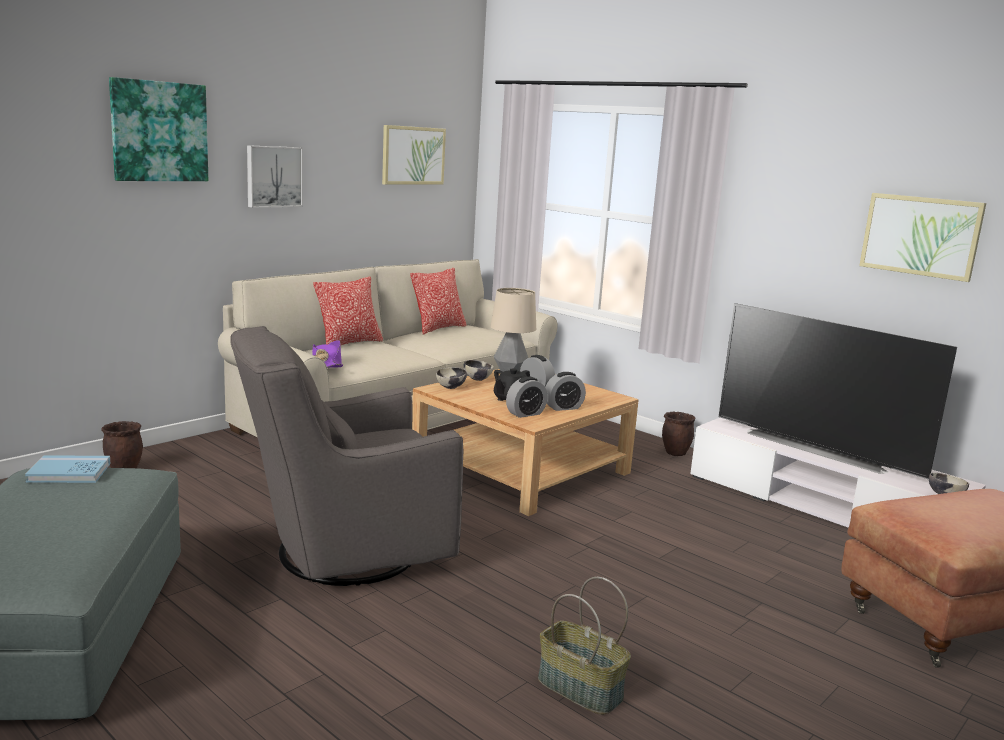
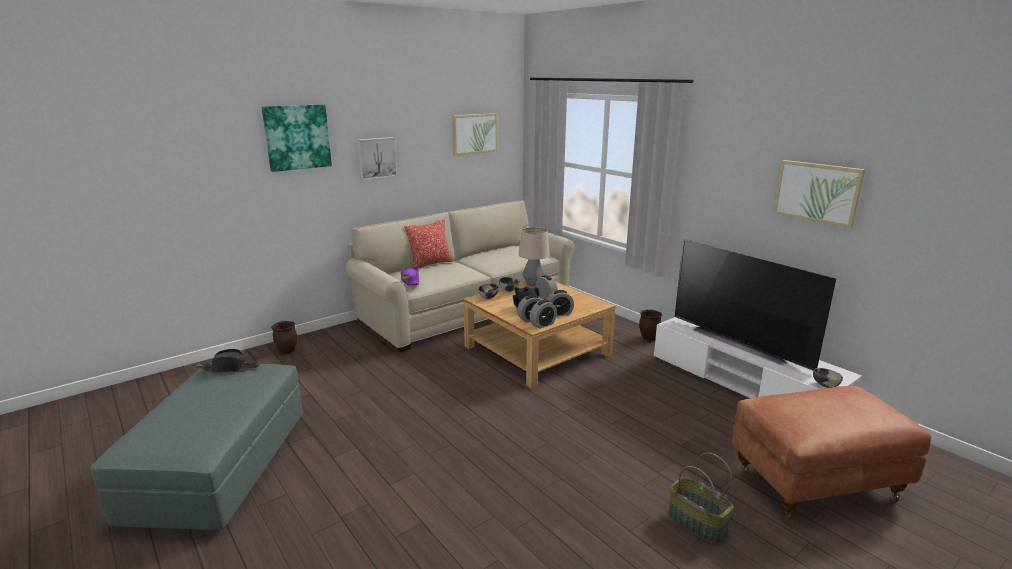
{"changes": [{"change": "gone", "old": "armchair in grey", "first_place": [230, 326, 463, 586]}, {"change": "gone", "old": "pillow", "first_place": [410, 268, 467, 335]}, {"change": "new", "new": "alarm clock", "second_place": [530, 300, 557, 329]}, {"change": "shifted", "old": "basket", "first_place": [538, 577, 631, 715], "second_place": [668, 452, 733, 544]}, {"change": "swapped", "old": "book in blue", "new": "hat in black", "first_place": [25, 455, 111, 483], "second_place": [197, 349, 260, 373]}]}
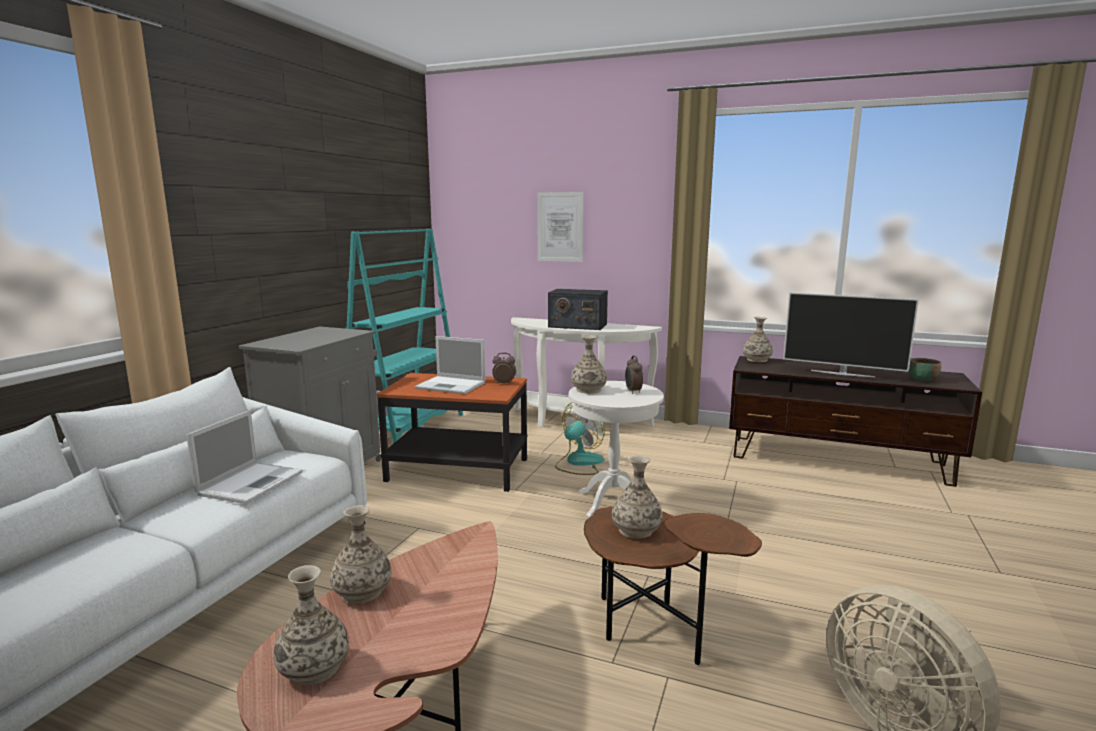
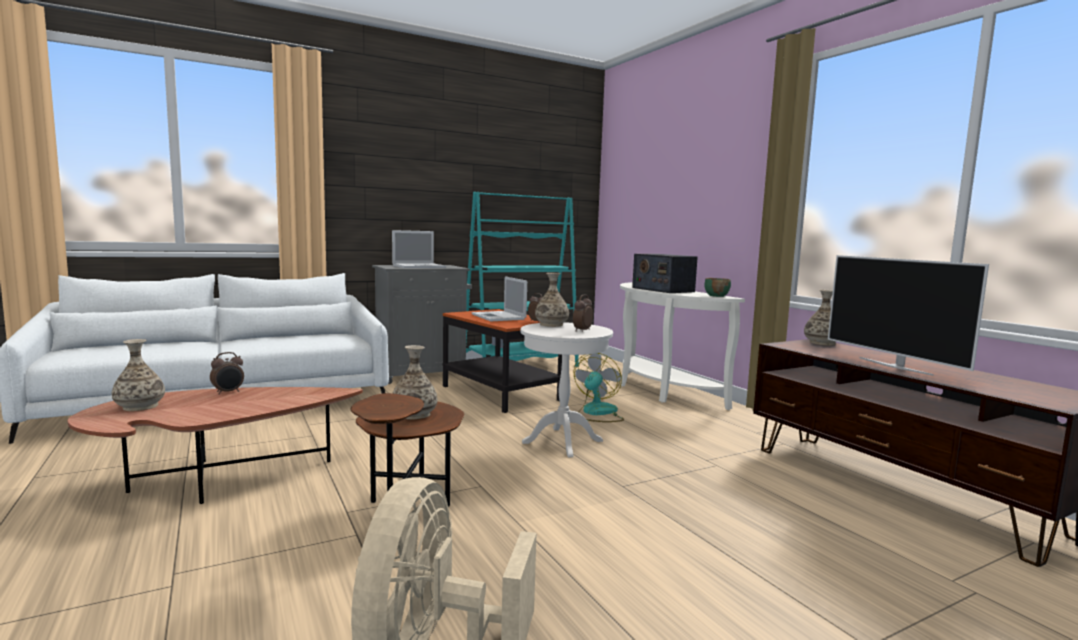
{"changes": [{"change": "gone", "old": "picture", "first_place": [537, 192, 584, 262]}, {"change": "shifted", "old": "laptop", "first_place": [186, 410, 303, 504], "second_place": [392, 230, 446, 268]}, {"change": "shifted", "old": "bowl in green", "first_place": [909, 358, 941, 382], "second_place": [704, 278, 731, 297]}, {"change": "swapped", "old": "vase", "new": "alarm clock", "first_place": [330, 505, 391, 604], "second_place": [210, 352, 244, 395]}, {"change": "rotated", "old": "fan", "first_place": [555, 402, 605, 475], "second_place": [573, 353, 624, 422], "degrees": -60}]}
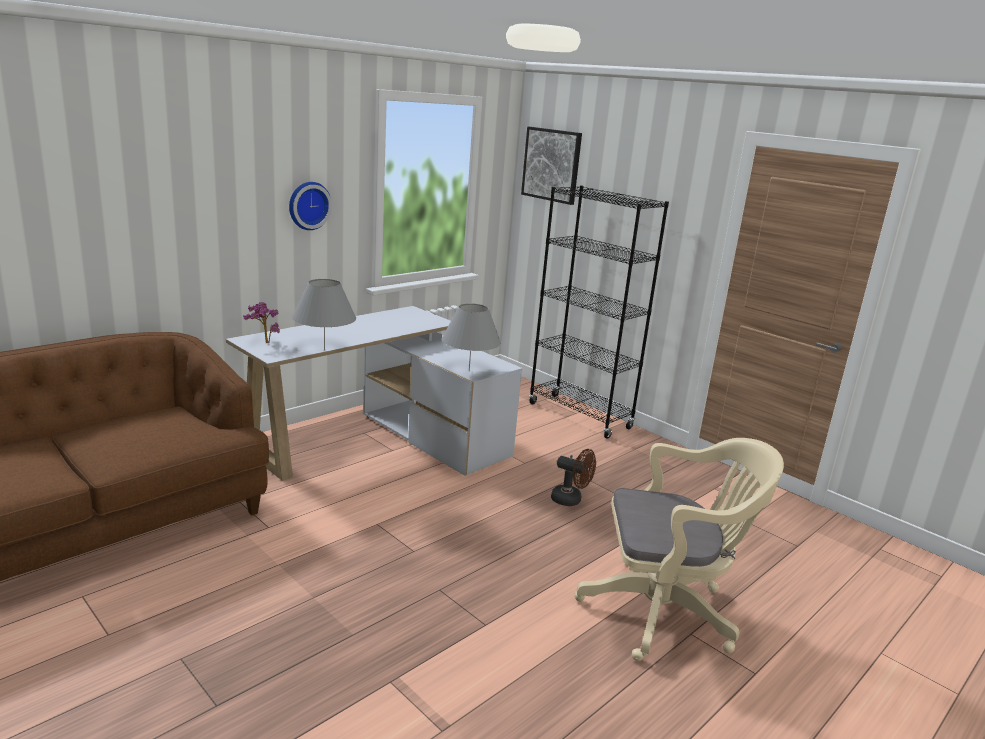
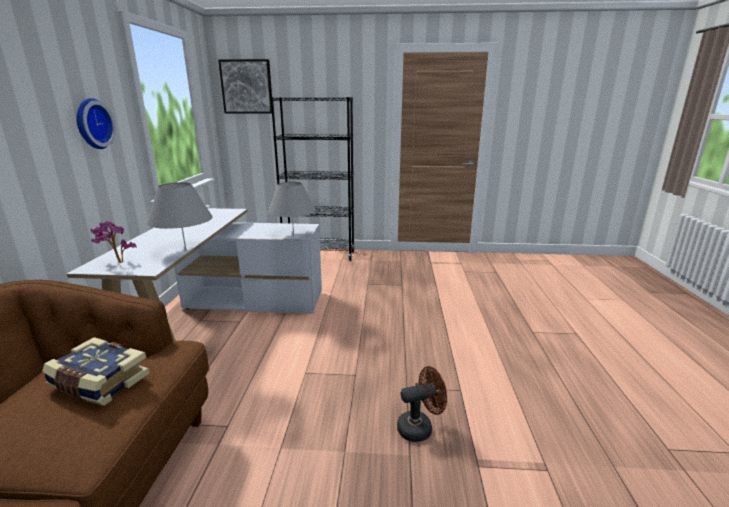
{"changes": [{"change": "gone", "old": "office chair in beige", "first_place": [574, 438, 784, 661]}, {"change": "new", "new": "book", "second_place": [42, 337, 150, 406]}, {"change": "shifted", "old": "fan in brown", "first_place": [551, 449, 596, 506], "second_place": [397, 366, 447, 442]}]}
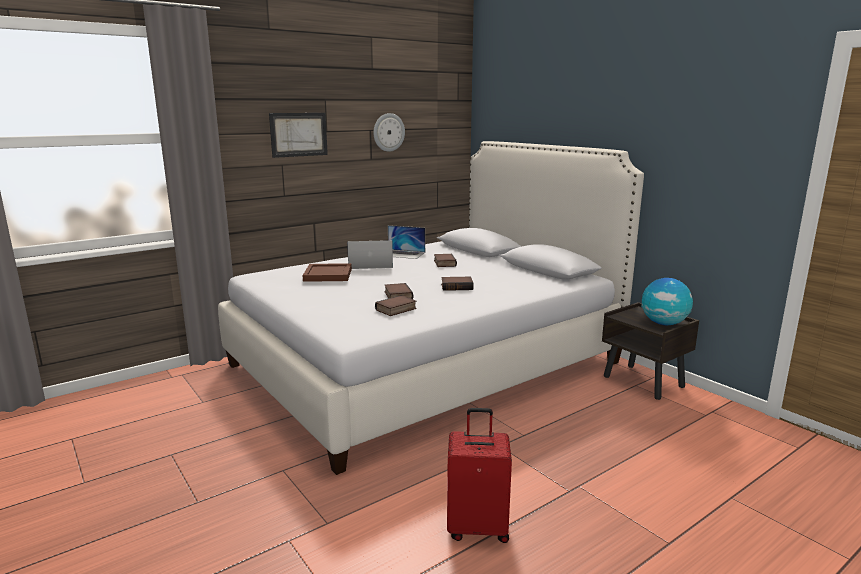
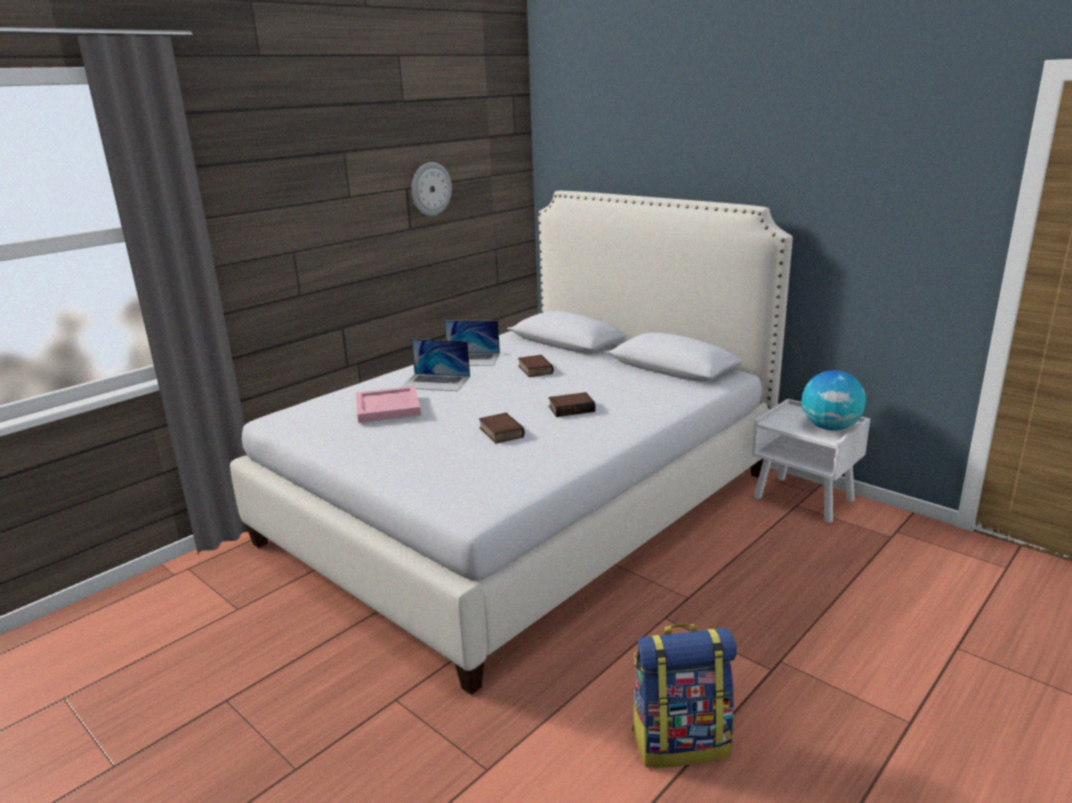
{"changes": [{"change": "gone", "old": "picture", "first_place": [269, 113, 328, 158]}, {"change": "gone", "old": "book", "first_place": [375, 295, 417, 316]}, {"change": "swapped", "old": "suitcase in red", "new": "backpack", "first_place": [447, 408, 512, 543], "second_place": [632, 624, 737, 768]}, {"change": "repainted", "old": "tray in brown", "new": "tray in pink", "first_place": [303, 263, 352, 282], "second_place": [356, 386, 421, 423]}, {"change": "repainted", "old": "nightstand in brown", "new": "nightstand in white", "first_place": [602, 302, 699, 400], "second_place": [752, 399, 870, 523]}, {"change": "rotated", "old": "laptop", "first_place": [347, 240, 393, 269], "second_place": [401, 339, 470, 391], "degrees": -150}]}
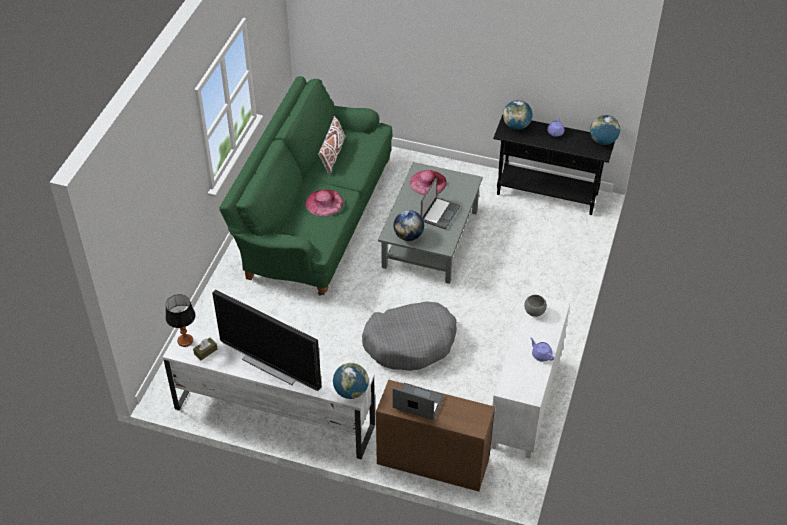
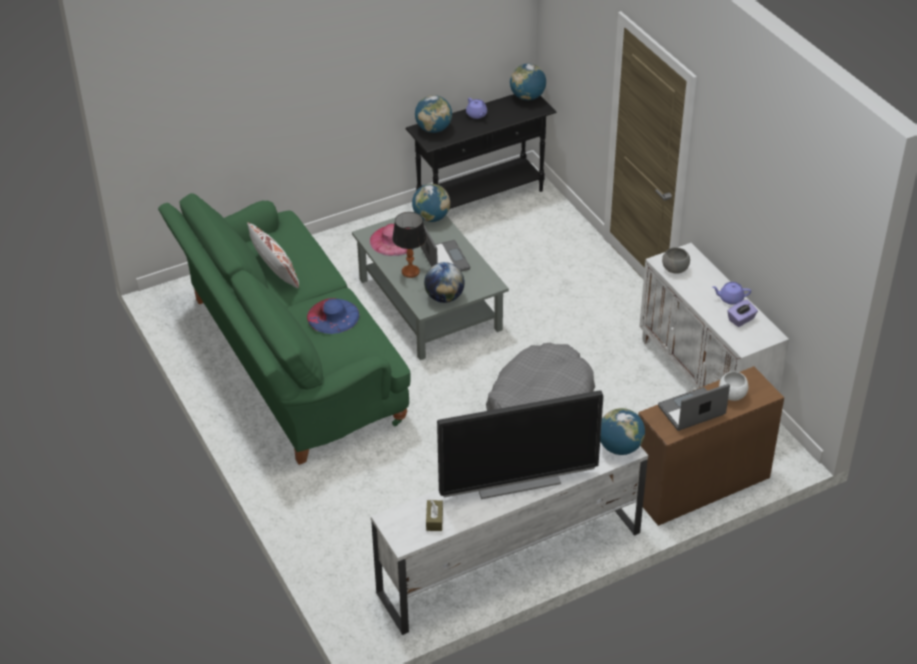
{"changes": [{"change": "new", "new": "globe", "second_place": [412, 184, 450, 222]}, {"change": "new", "new": "bowl in white", "second_place": [719, 372, 748, 401]}, {"change": "new", "new": "tissue box in purple", "second_place": [728, 300, 758, 327]}, {"change": "shifted", "old": "table lamp", "first_place": [165, 294, 196, 347], "second_place": [392, 212, 427, 278]}, {"change": "repainted", "old": "hat in pink", "new": "hat in blue", "first_place": [305, 189, 344, 217], "second_place": [307, 298, 359, 334]}]}
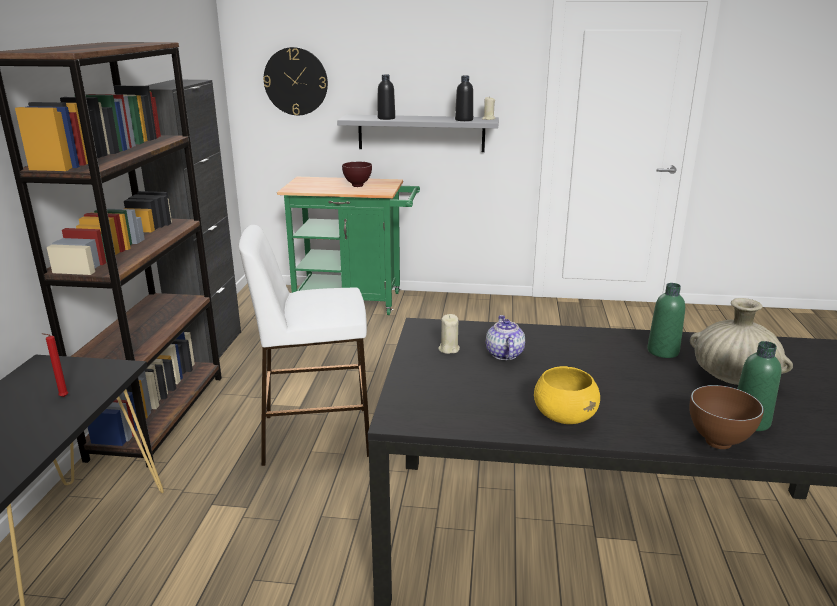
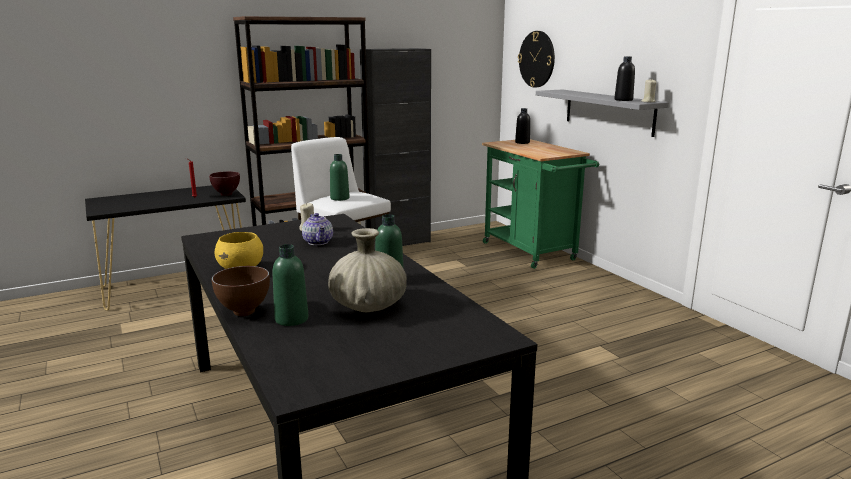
{"changes": [{"change": "new", "new": "bottle in green", "second_place": [330, 154, 349, 201]}, {"change": "shifted", "old": "bowl in brown", "first_place": [342, 162, 372, 187], "second_place": [209, 171, 240, 196]}, {"change": "shifted", "old": "bottle in black", "first_place": [377, 75, 395, 120], "second_place": [515, 108, 530, 144]}, {"change": "rotated", "old": "teapot", "first_place": [486, 315, 525, 360], "second_place": [302, 213, 333, 245], "degrees": 105}]}
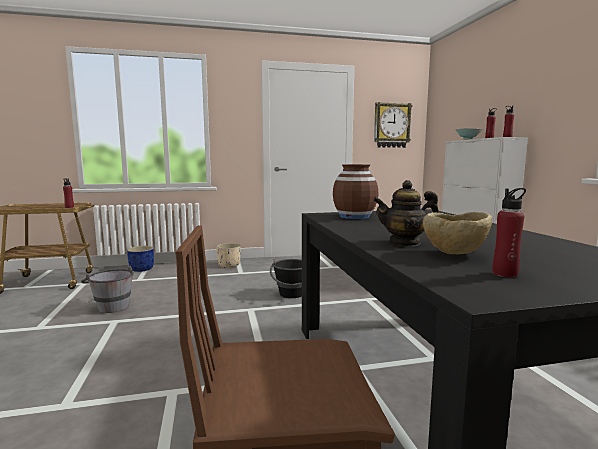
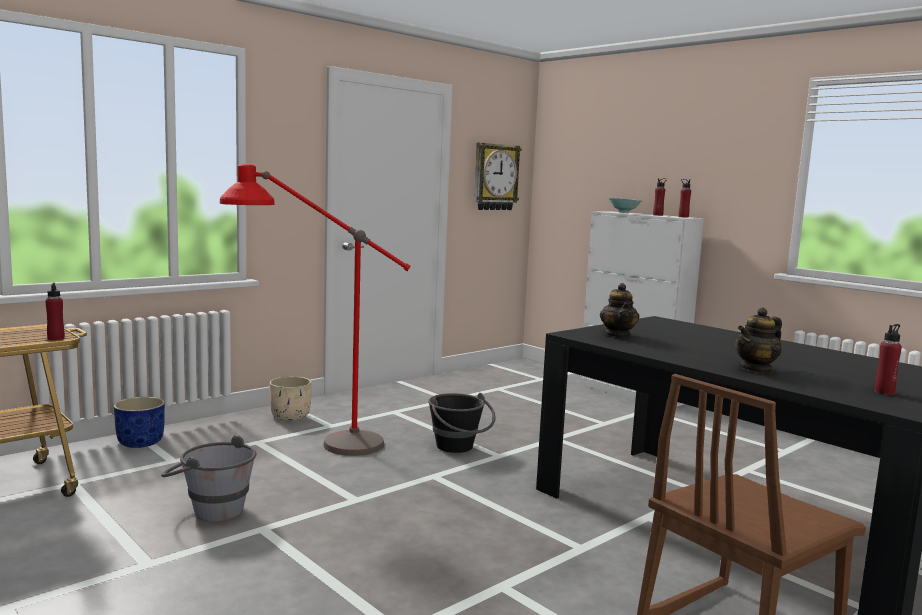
{"changes": [{"change": "gone", "old": "bowl in beige", "first_place": [423, 212, 492, 254]}, {"change": "new", "new": "floor lamp in red", "second_place": [220, 164, 411, 456]}, {"change": "swapped", "old": "vase in brown", "new": "teapot", "first_place": [333, 164, 378, 219], "second_place": [600, 283, 639, 338]}]}
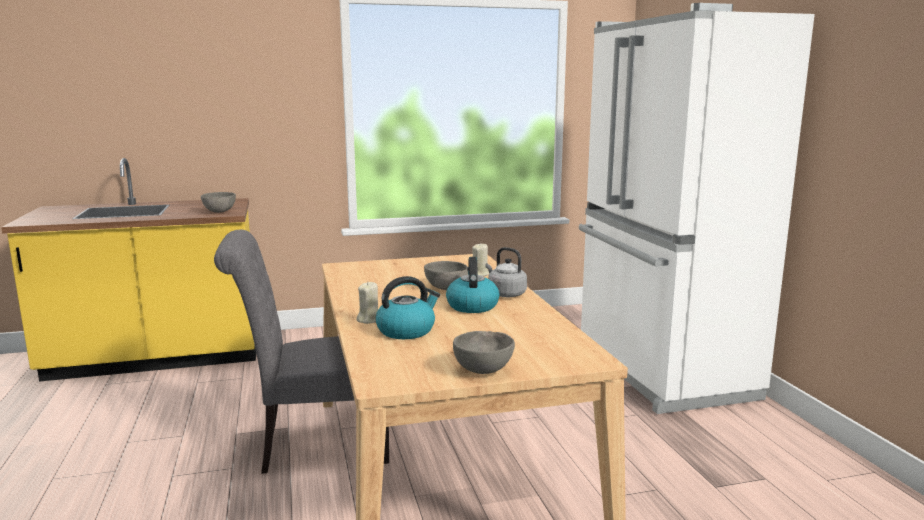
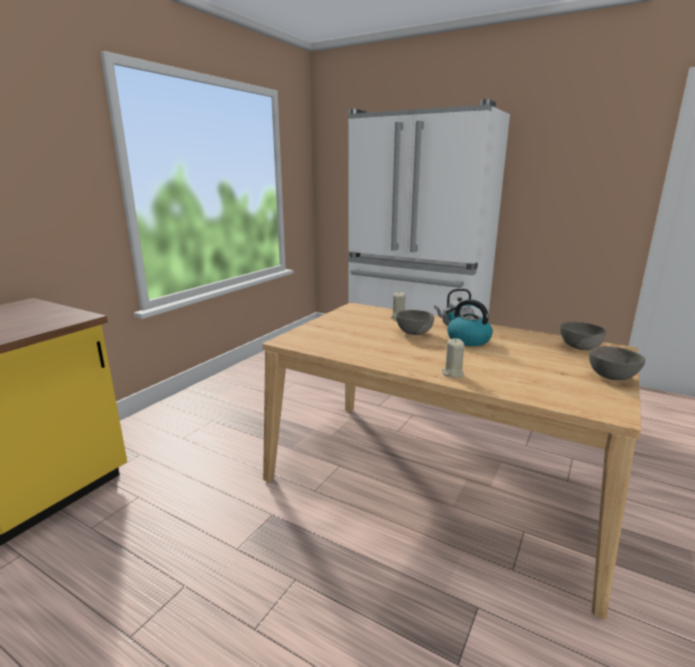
{"changes": [{"change": "gone", "old": "chair in grey", "first_place": [214, 230, 389, 474]}, {"change": "gone", "old": "kettle", "first_place": [376, 276, 440, 339]}, {"change": "shifted", "old": "bowl in grey", "first_place": [201, 192, 236, 213], "second_place": [560, 322, 607, 350]}]}
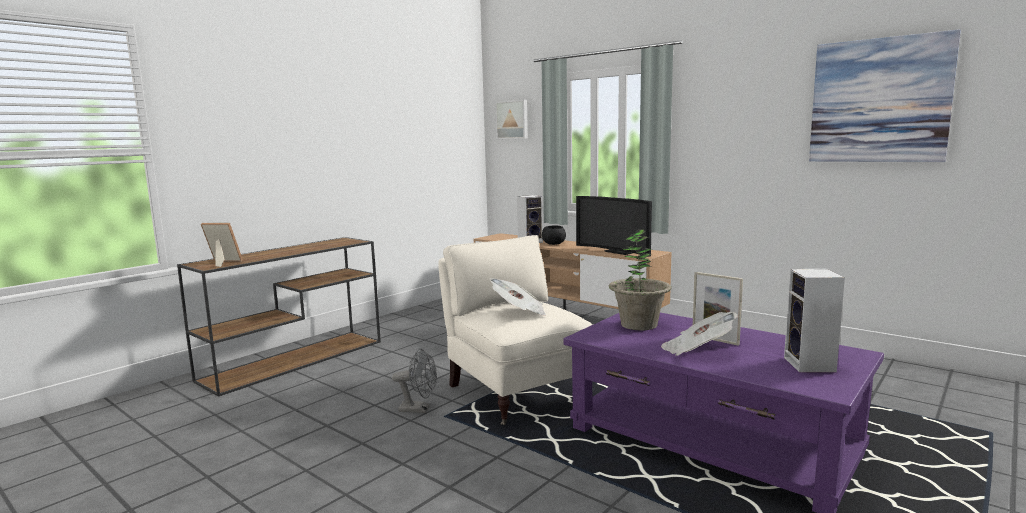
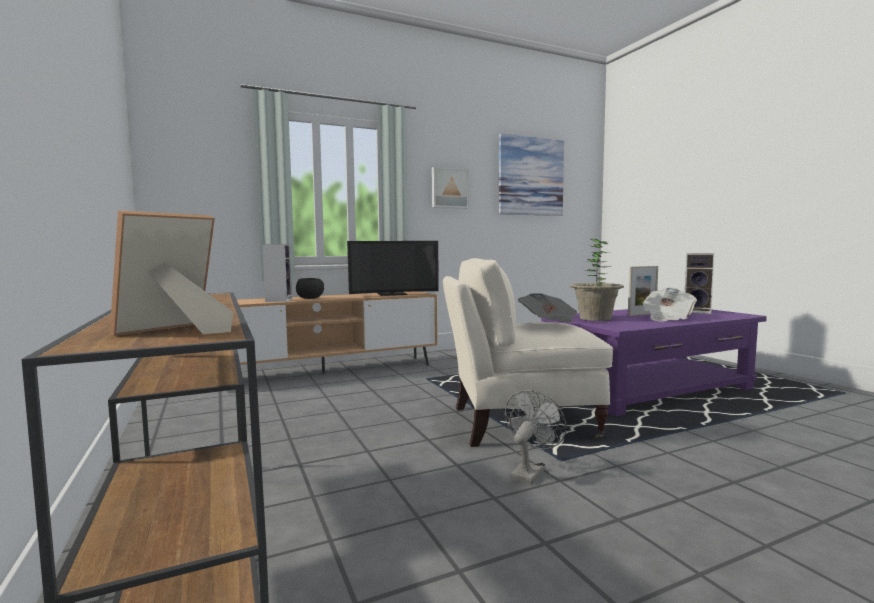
{"changes": [{"change": "shifted", "old": "picture", "first_place": [495, 100, 528, 139], "second_place": [432, 167, 469, 208]}]}
